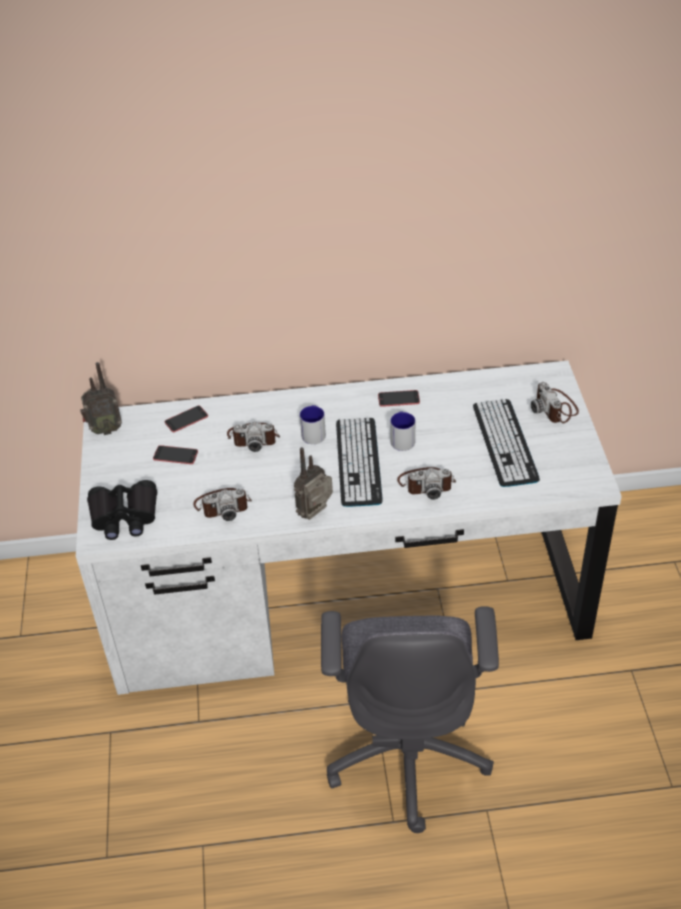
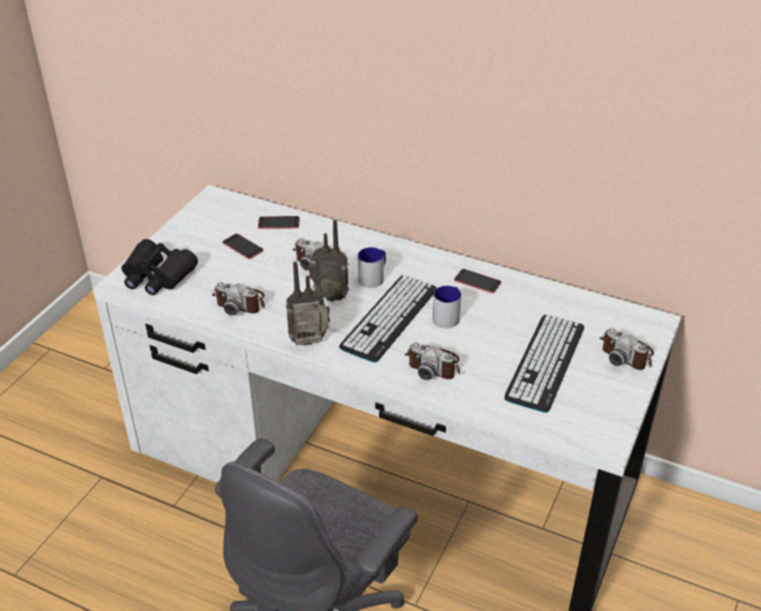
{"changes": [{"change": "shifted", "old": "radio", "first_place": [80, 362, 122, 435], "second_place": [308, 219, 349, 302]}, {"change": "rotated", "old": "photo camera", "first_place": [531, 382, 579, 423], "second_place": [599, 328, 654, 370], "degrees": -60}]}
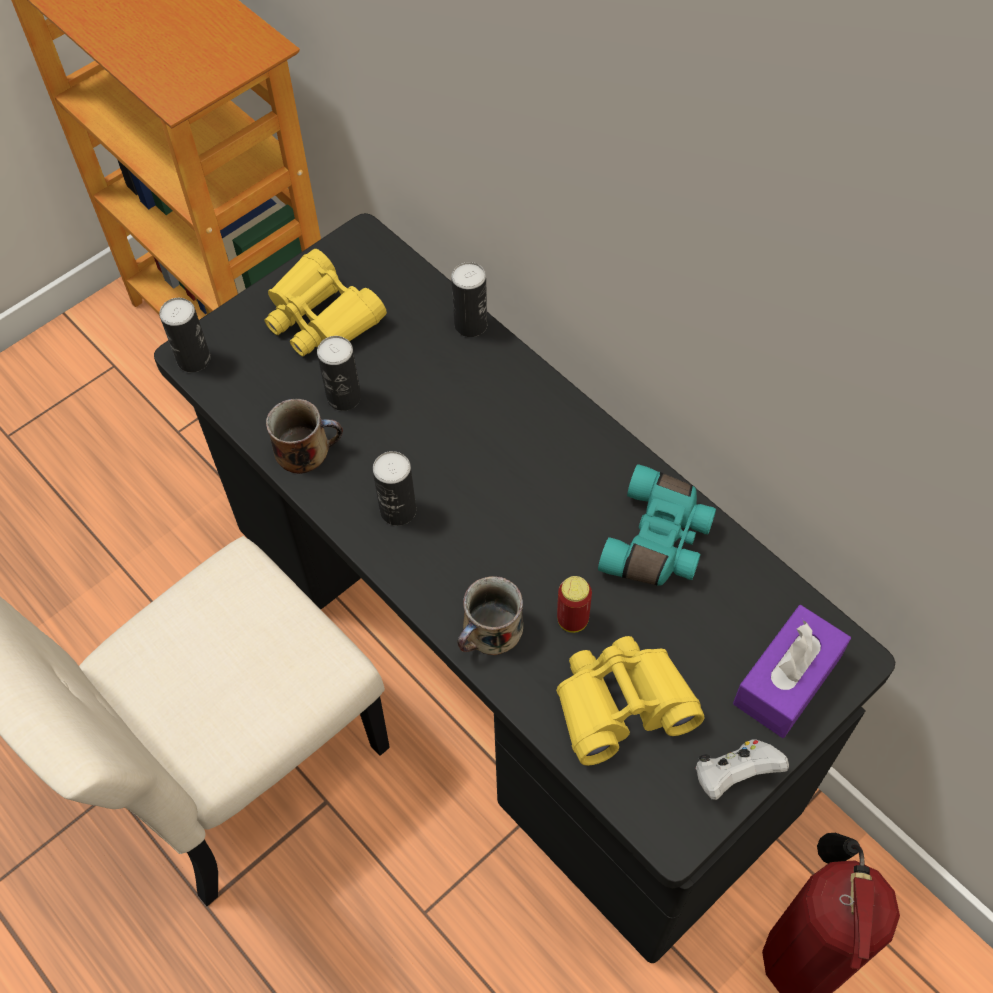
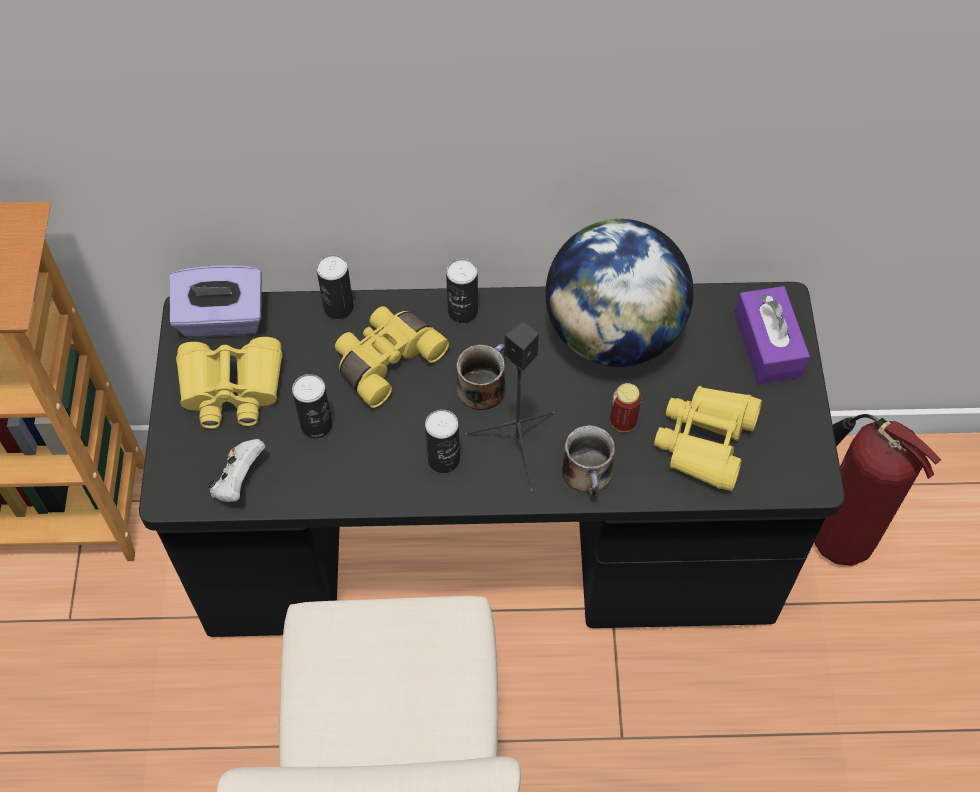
{"changes": [{"change": "new", "new": "tissue box in purple", "second_place": [170, 265, 262, 337]}, {"change": "new", "new": "binoculars in yellow", "second_place": [335, 306, 449, 408]}, {"change": "new", "new": "speaker in black", "second_place": [465, 322, 555, 492]}, {"change": "shifted", "old": "can", "first_place": [159, 298, 210, 372], "second_place": [446, 259, 478, 323]}, {"change": "shifted", "old": "mug", "first_place": [266, 399, 343, 474], "second_place": [457, 344, 506, 410]}, {"change": "shifted", "old": "game controller in white", "first_place": [695, 739, 789, 800], "second_place": [208, 439, 265, 502]}, {"change": "swapped", "old": "binoculars in turquoise", "new": "globe", "first_place": [598, 464, 716, 586], "second_place": [545, 219, 694, 367]}]}
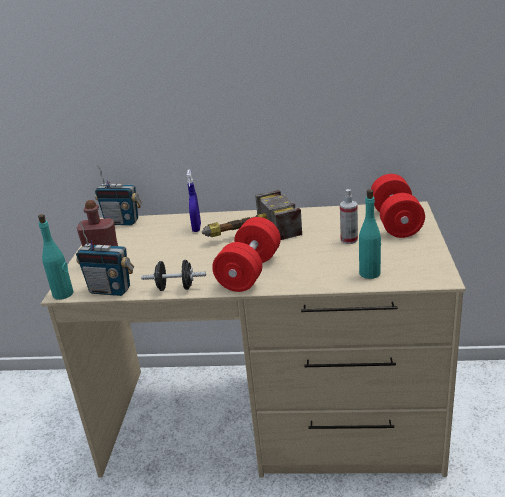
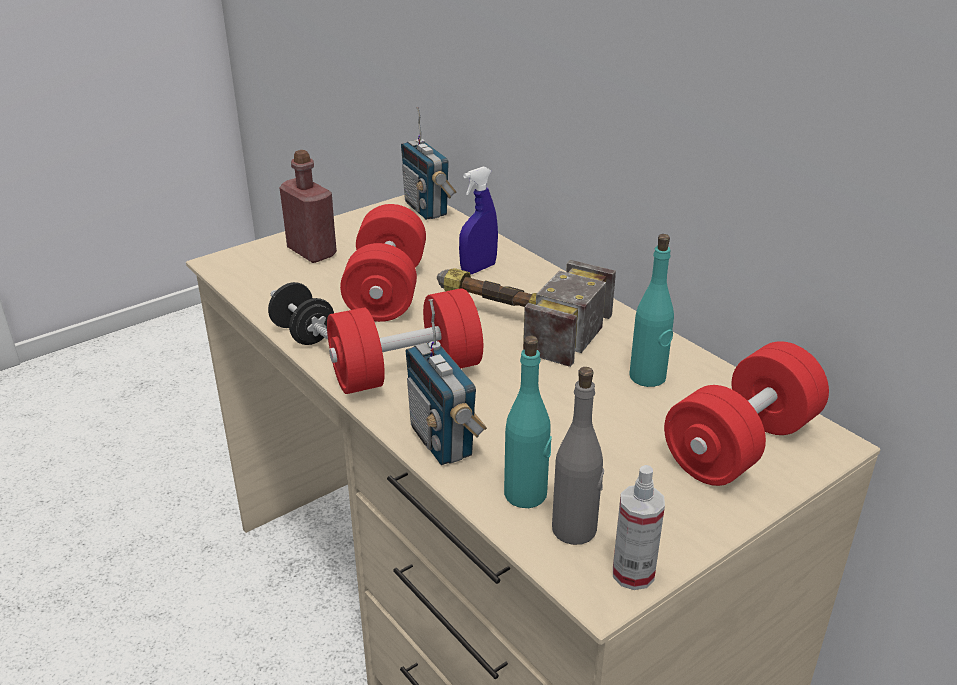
{"changes": [{"change": "new", "new": "dumbbell in red", "second_place": [340, 204, 426, 322]}, {"change": "new", "new": "bottle in grey", "second_place": [552, 367, 604, 545]}, {"change": "shifted", "old": "bottle in turquoise", "first_place": [38, 214, 74, 300], "second_place": [629, 234, 674, 387]}, {"change": "shifted", "old": "radio", "first_place": [76, 222, 134, 296], "second_place": [406, 299, 487, 465]}, {"change": "shifted", "old": "spray bottle", "first_place": [340, 189, 358, 244], "second_place": [613, 465, 665, 590]}]}
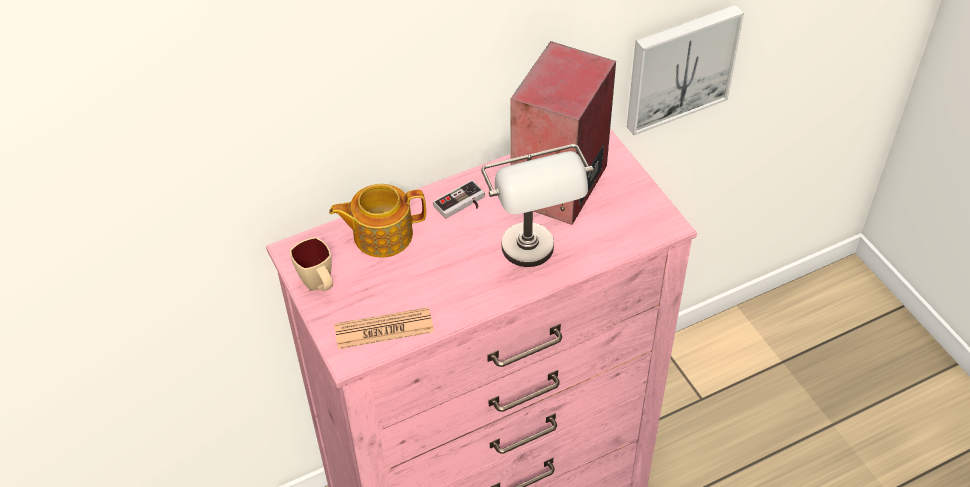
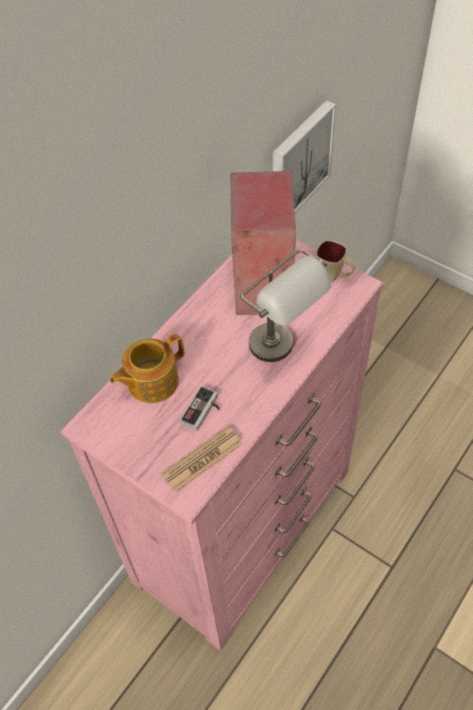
{"changes": [{"change": "shifted", "old": "mug in beige", "first_place": [290, 237, 333, 291], "second_place": [316, 240, 356, 282]}, {"change": "shifted", "old": "game controller", "first_place": [433, 180, 485, 219], "second_place": [180, 386, 220, 430]}]}
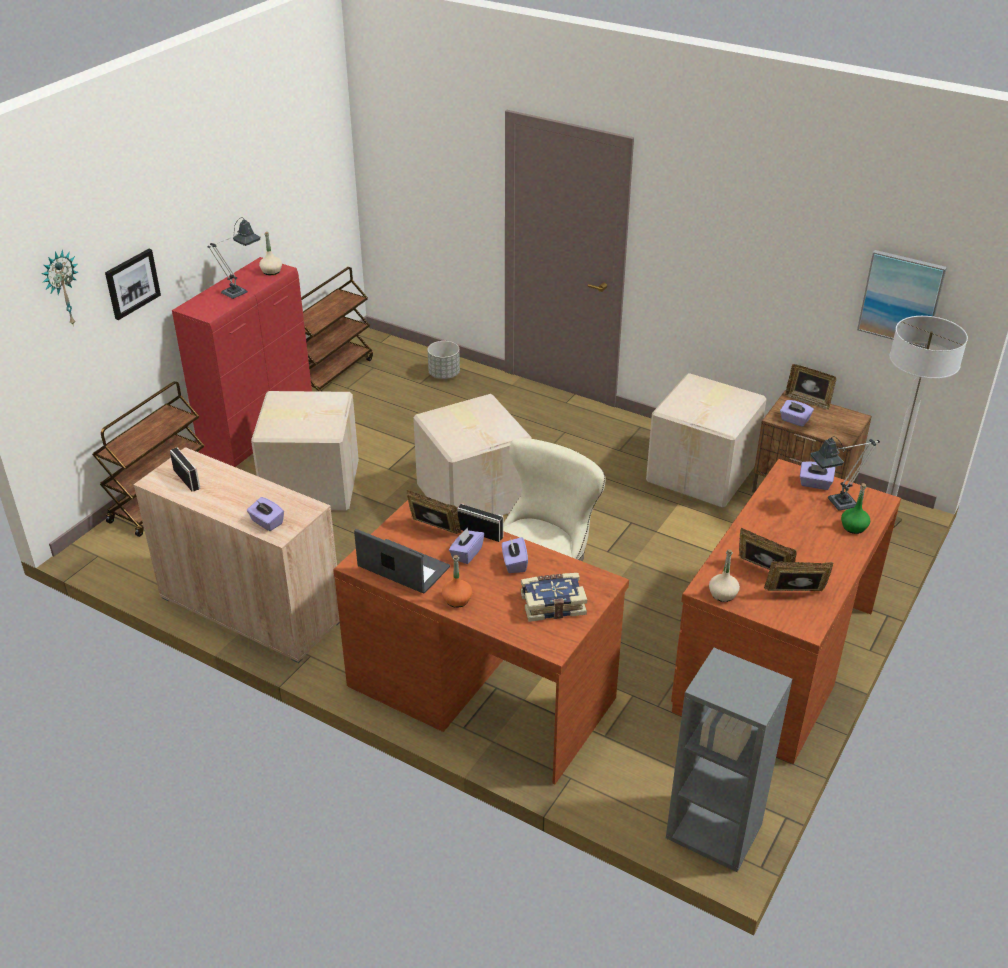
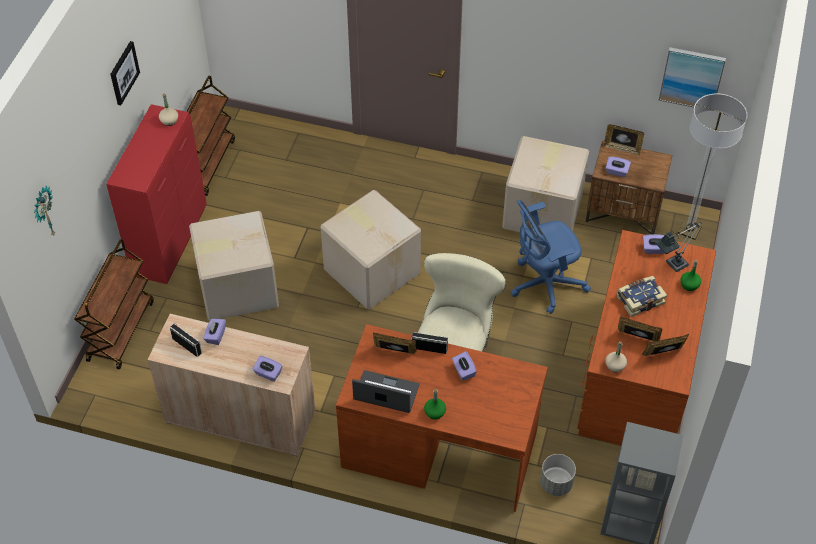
{"changes": [{"change": "gone", "old": "table lamp", "first_place": [207, 217, 260, 299]}, {"change": "new", "new": "office chair in blue", "second_place": [511, 200, 591, 314]}, {"change": "shifted", "old": "picture", "first_place": [105, 249, 161, 320], "second_place": [110, 41, 140, 105]}, {"change": "shifted", "old": "planter in grey", "first_place": [428, 341, 460, 379], "second_place": [540, 454, 576, 496]}, {"change": "shifted", "old": "tissue box in purple", "first_place": [449, 528, 484, 564], "second_place": [203, 319, 226, 345]}, {"change": "shifted", "old": "book", "first_place": [521, 573, 587, 622], "second_place": [617, 276, 667, 317]}, {"change": "repainted", "old": "bottle in orange", "new": "bottle in green", "first_place": [442, 555, 472, 608], "second_place": [424, 389, 446, 420]}]}
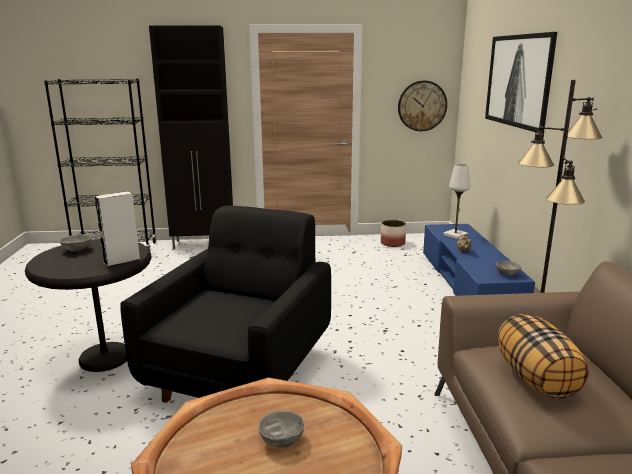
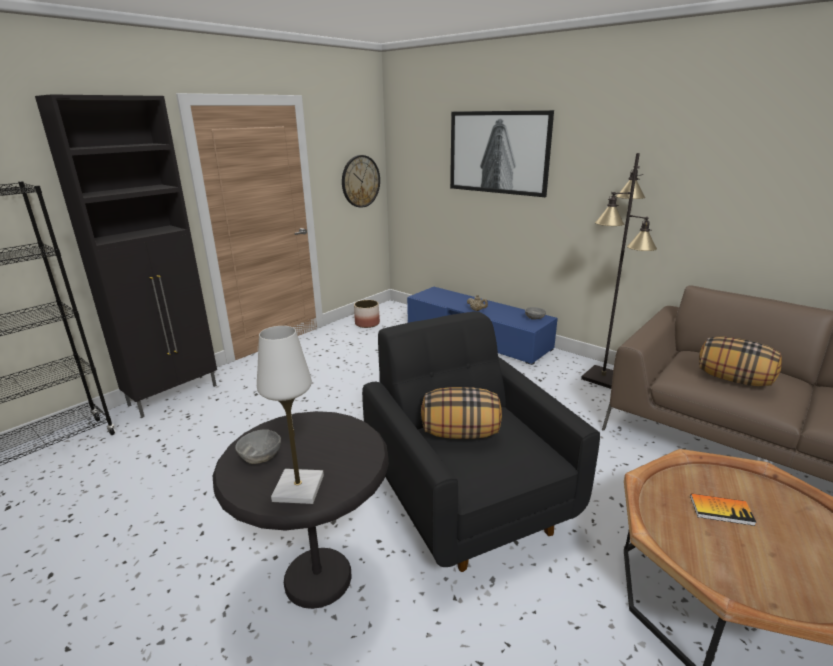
{"changes": [{"change": "gone", "old": "speaker in grey", "first_place": [95, 191, 140, 267]}, {"change": "new", "new": "pillow", "second_place": [421, 387, 502, 439]}, {"change": "shifted", "old": "table lamp in white", "first_place": [443, 164, 471, 239], "second_place": [257, 326, 324, 504]}, {"change": "swapped", "old": "bowl in grey", "new": "book", "first_place": [258, 410, 304, 448], "second_place": [690, 494, 757, 526]}]}
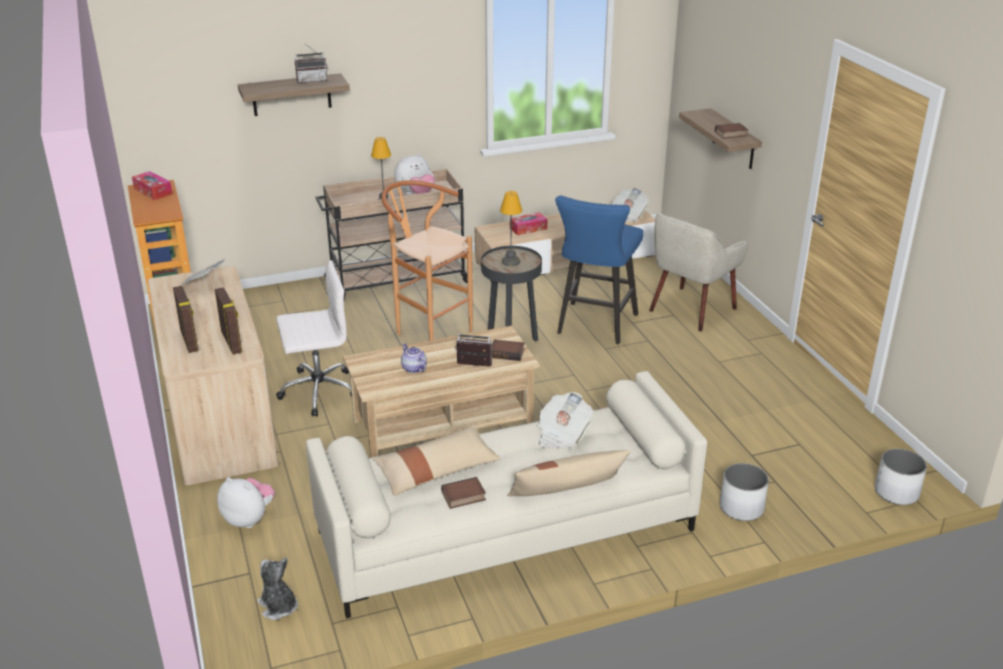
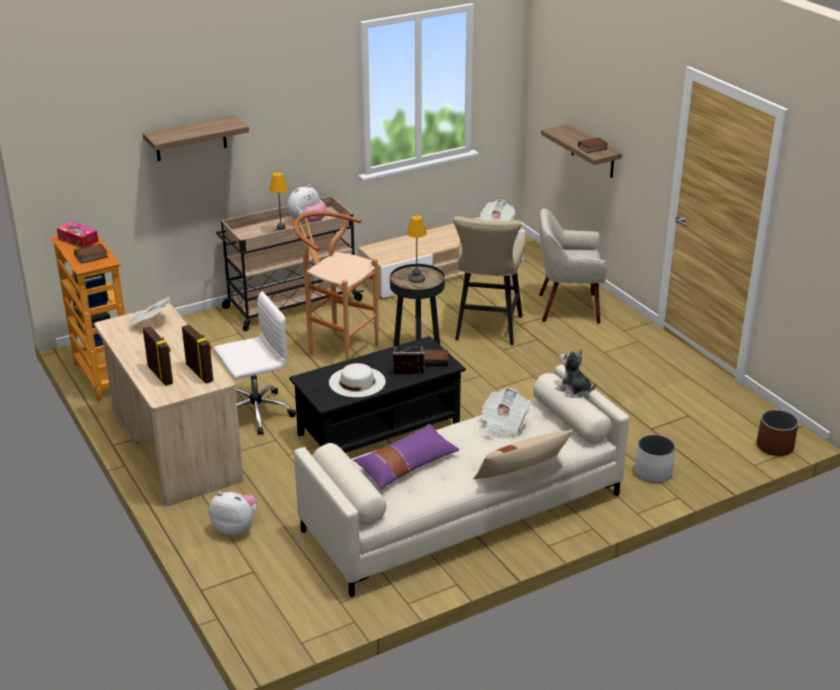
{"changes": [{"change": "gone", "old": "radio", "first_place": [295, 43, 327, 83]}, {"change": "gone", "old": "tissue box", "first_place": [510, 212, 547, 235]}, {"change": "shifted", "old": "plush toy", "first_place": [257, 557, 298, 620], "second_place": [555, 349, 596, 398]}, {"change": "shifted", "old": "book", "first_place": [441, 477, 486, 509], "second_place": [74, 244, 108, 264]}, {"change": "swapped", "old": "teapot", "new": "hat in white", "first_place": [401, 343, 427, 373], "second_place": [329, 363, 386, 397]}, {"change": "repainted", "old": "coffee table in beige", "new": "coffee table in black", "first_place": [343, 326, 540, 458], "second_place": [289, 336, 466, 453]}, {"change": "repainted", "old": "pillow in beige", "new": "pillow in purple", "first_place": [372, 425, 500, 496], "second_place": [353, 424, 459, 489]}, {"change": "repainted", "old": "stool in blue", "new": "stool in beige", "first_place": [555, 196, 644, 344], "second_place": [453, 216, 526, 345]}, {"change": "repainted", "old": "planter in white", "new": "planter in brown", "first_place": [875, 449, 927, 505], "second_place": [757, 410, 799, 456]}, {"change": "rotated", "old": "armchair in beige", "first_place": [649, 214, 748, 331], "second_place": [539, 208, 607, 324], "degrees": 60}]}
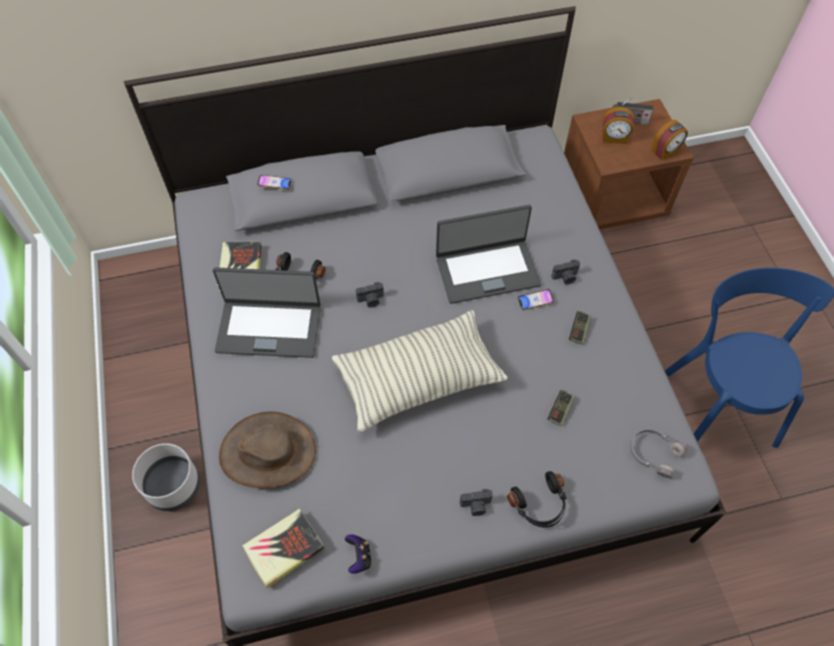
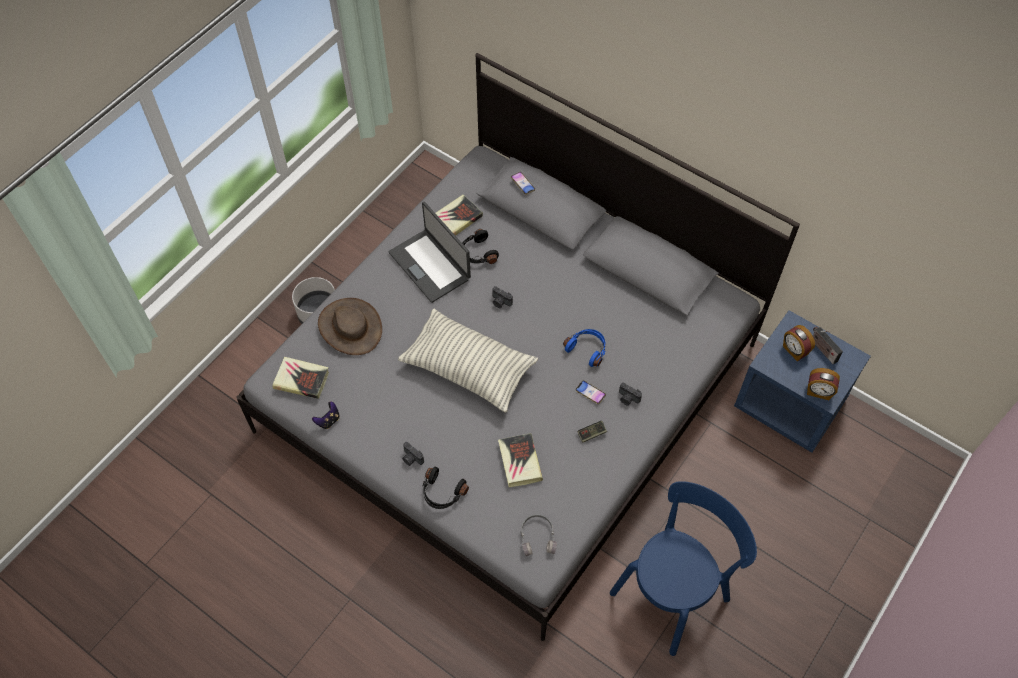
{"changes": [{"change": "swapped", "old": "laptop", "new": "headphones in blue", "first_place": [436, 205, 541, 304], "second_place": [563, 329, 606, 367]}, {"change": "swapped", "old": "game controller", "new": "book", "first_place": [548, 390, 575, 426], "second_place": [498, 433, 543, 487]}, {"change": "repainted", "old": "nightstand in brown", "new": "nightstand in blue", "first_place": [564, 99, 693, 229], "second_place": [734, 310, 871, 453]}]}
